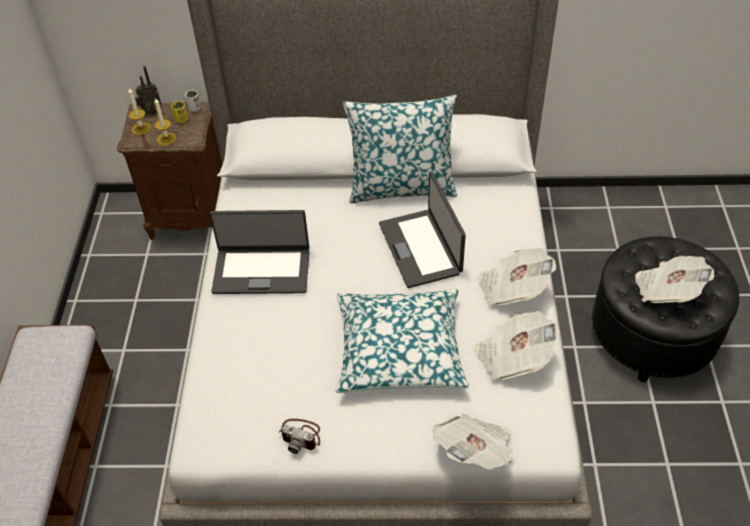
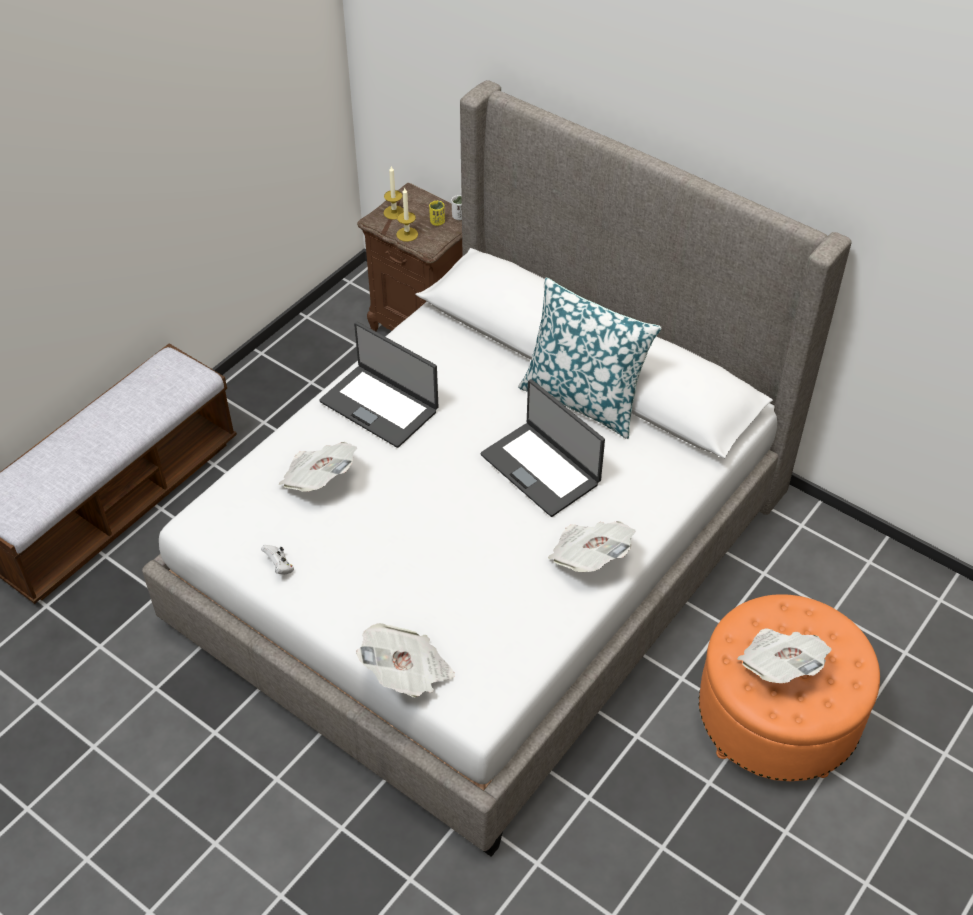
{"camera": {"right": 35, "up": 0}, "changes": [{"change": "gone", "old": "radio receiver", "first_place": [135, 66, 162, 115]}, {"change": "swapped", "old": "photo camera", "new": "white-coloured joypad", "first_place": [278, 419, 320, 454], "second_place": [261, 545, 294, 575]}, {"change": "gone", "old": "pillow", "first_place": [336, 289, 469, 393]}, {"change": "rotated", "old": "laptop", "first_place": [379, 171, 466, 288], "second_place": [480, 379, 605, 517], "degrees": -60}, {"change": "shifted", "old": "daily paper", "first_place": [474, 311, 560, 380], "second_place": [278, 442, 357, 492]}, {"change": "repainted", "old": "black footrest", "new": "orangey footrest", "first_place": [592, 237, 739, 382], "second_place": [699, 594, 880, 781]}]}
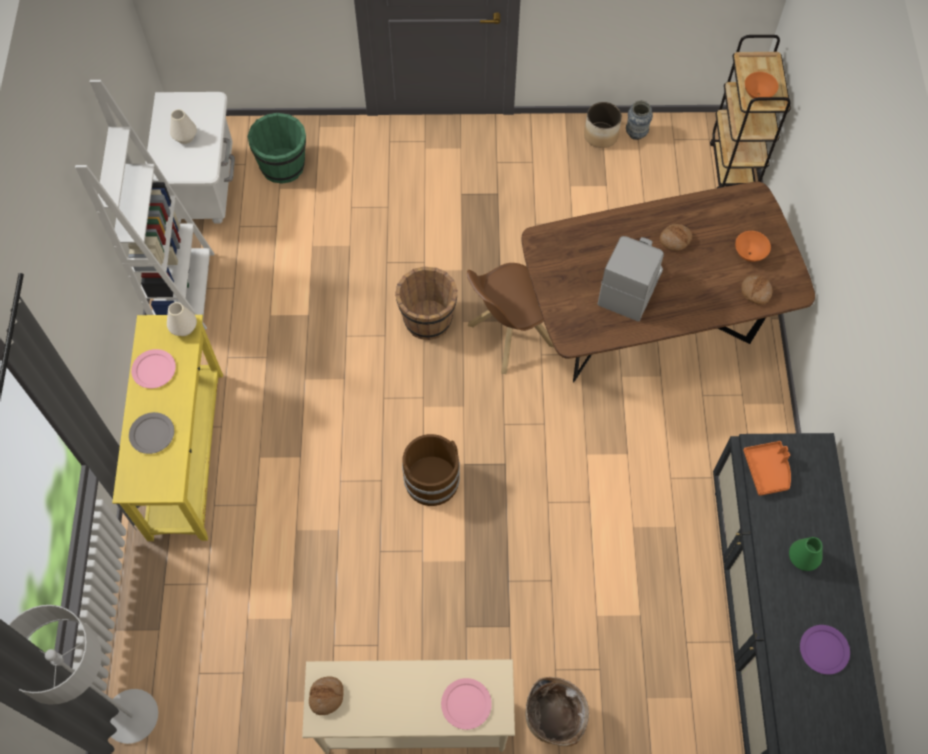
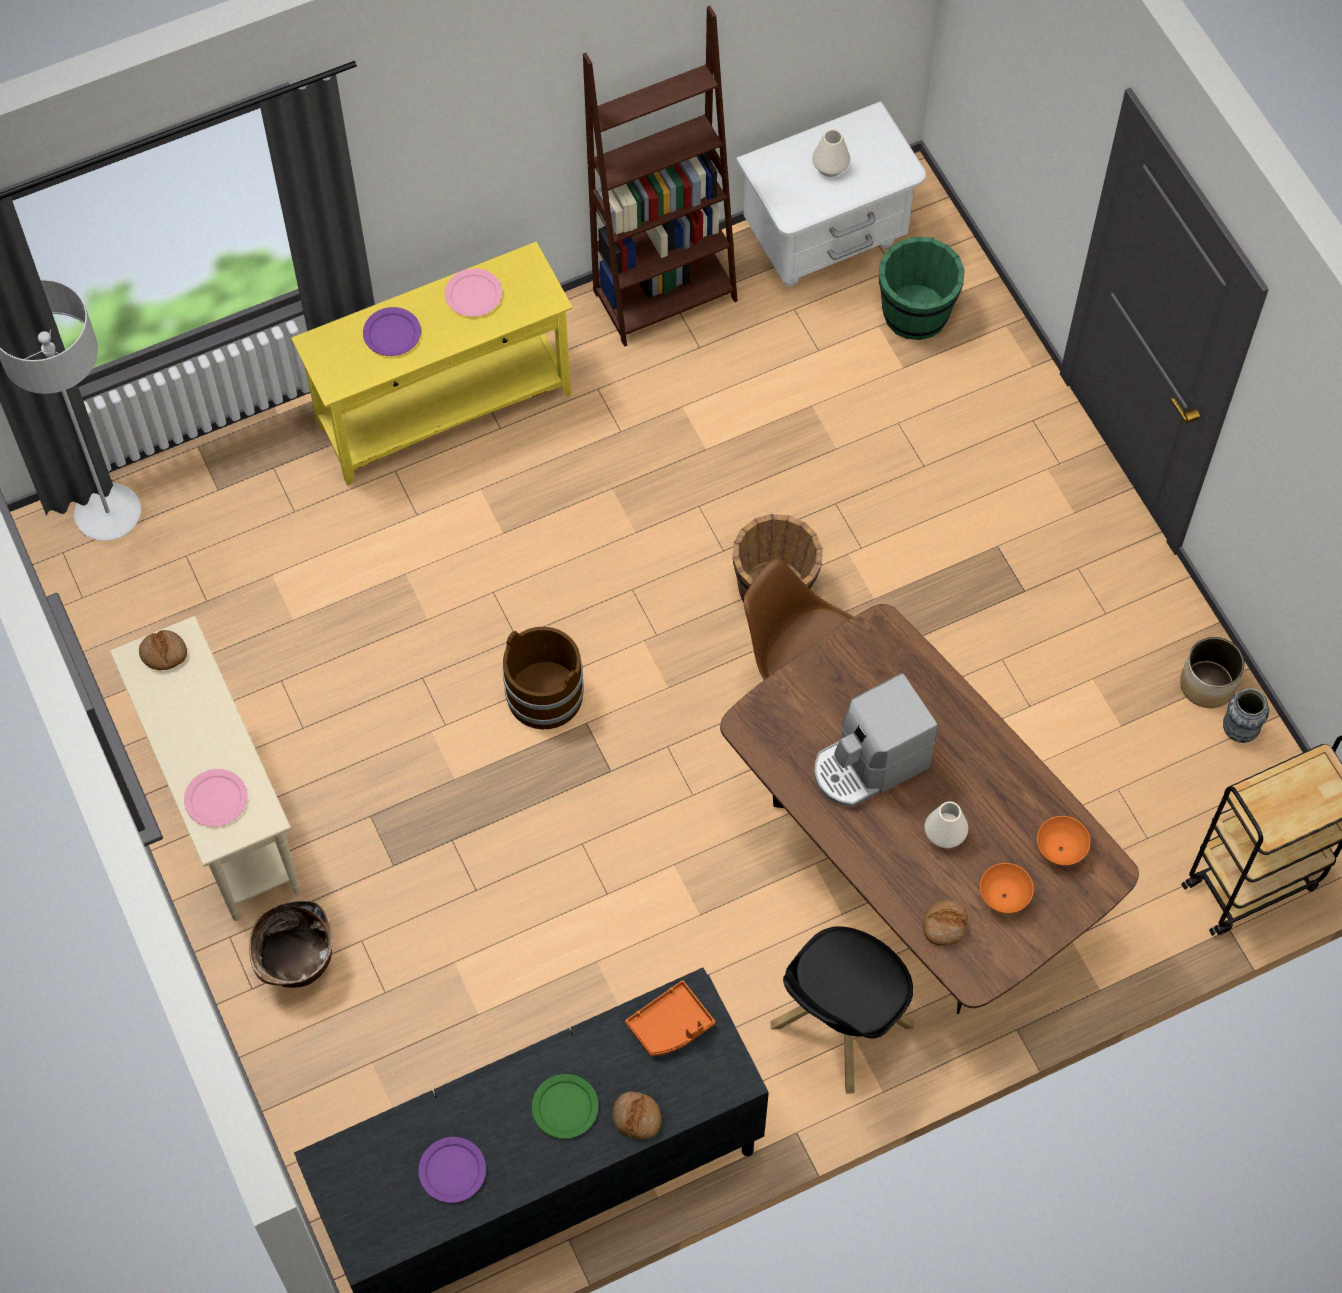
{"camera": {"right": 65, "up": 0}, "changes": [{"change": "repainted", "old": "white-coloured shelving unit", "new": "brownish shelving unit", "first_place": [75, 80, 214, 329], "second_place": [583, 6, 737, 347]}, {"change": "repainted", "old": "grey dinner plate", "new": "purple-coloured dinner plate", "first_place": [129, 412, 174, 454], "second_place": [363, 307, 421, 356]}, {"change": "shifted", "old": "white-coloured decorative vase", "first_place": [167, 302, 197, 336], "second_place": [925, 801, 968, 848]}, {"change": "rotated", "old": "coffee brewer", "first_place": [598, 236, 664, 321], "second_place": [814, 673, 938, 807], "degrees": 150}, {"change": "shifted", "old": "bread", "first_place": [660, 224, 692, 251], "second_place": [613, 1091, 661, 1140]}, {"change": "shifted", "old": "orangey bowl", "first_place": [745, 72, 779, 101], "second_place": [1037, 816, 1090, 866]}, {"change": "swapped", "old": "green decorative vase", "new": "green dinner plate", "first_place": [789, 537, 823, 571], "second_place": [532, 1074, 599, 1139]}, {"change": "new", "new": "black chair", "second_place": [771, 926, 914, 1094]}]}
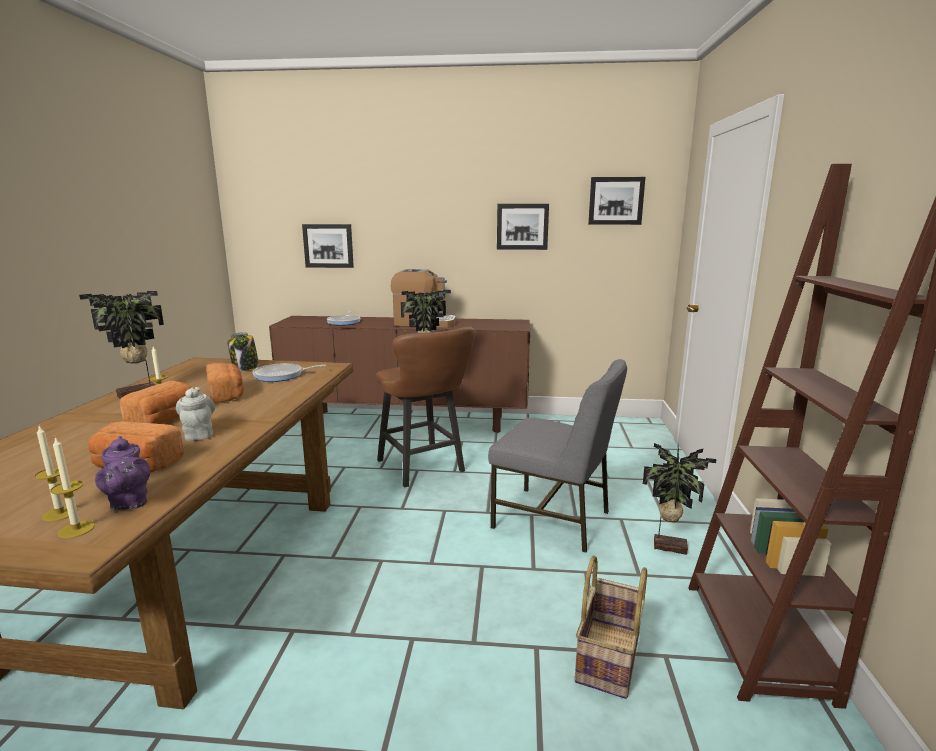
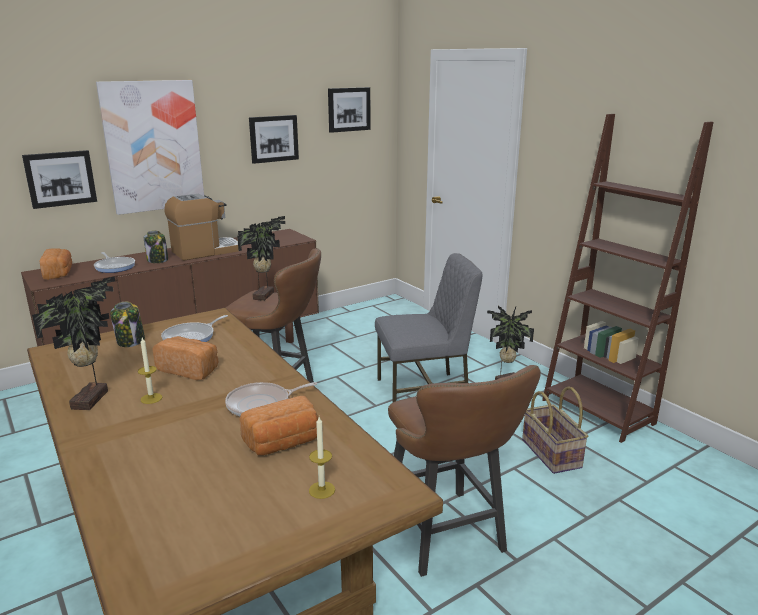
{"camera": {"right": -40, "up": 5}, "changes": [{"change": "gone", "old": "candle", "first_place": [51, 437, 95, 539]}, {"change": "gone", "old": "purple-coloured teapot", "first_place": [95, 436, 150, 510]}, {"change": "shifted", "old": "bread", "first_place": [120, 381, 192, 424], "second_place": [40, 248, 72, 280]}, {"change": "swapped", "old": "grey teapot", "new": "skillet", "first_place": [176, 387, 215, 441], "second_place": [225, 382, 317, 416]}, {"change": "new", "new": "picture", "second_place": [96, 80, 204, 215]}, {"change": "new", "new": "storage jar", "second_place": [144, 230, 168, 263]}, {"change": "new", "new": "brownish stool seat", "second_place": [388, 365, 541, 577]}]}
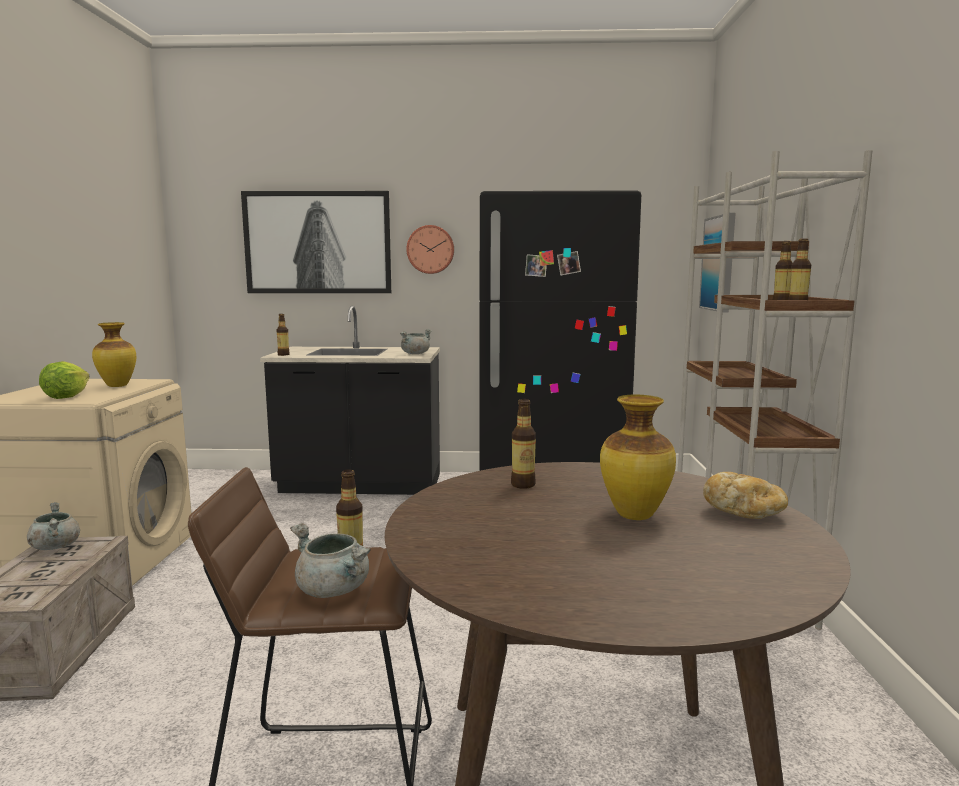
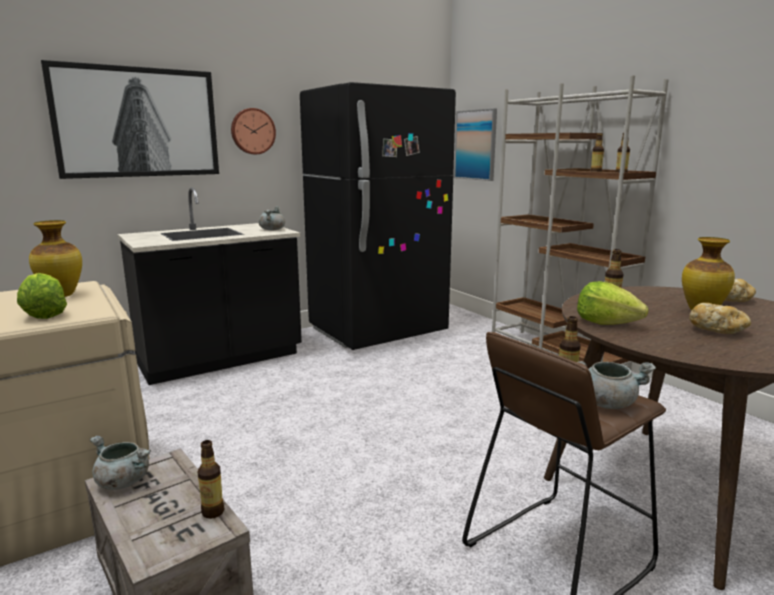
{"camera": {"right": -35, "up": 5}, "changes": [{"change": "shifted", "old": "bottle", "first_place": [277, 314, 290, 356], "second_place": [197, 440, 224, 519]}, {"change": "new", "new": "head of lettuce", "second_place": [577, 281, 648, 325]}, {"change": "new", "new": "bread", "second_place": [689, 303, 751, 334]}]}
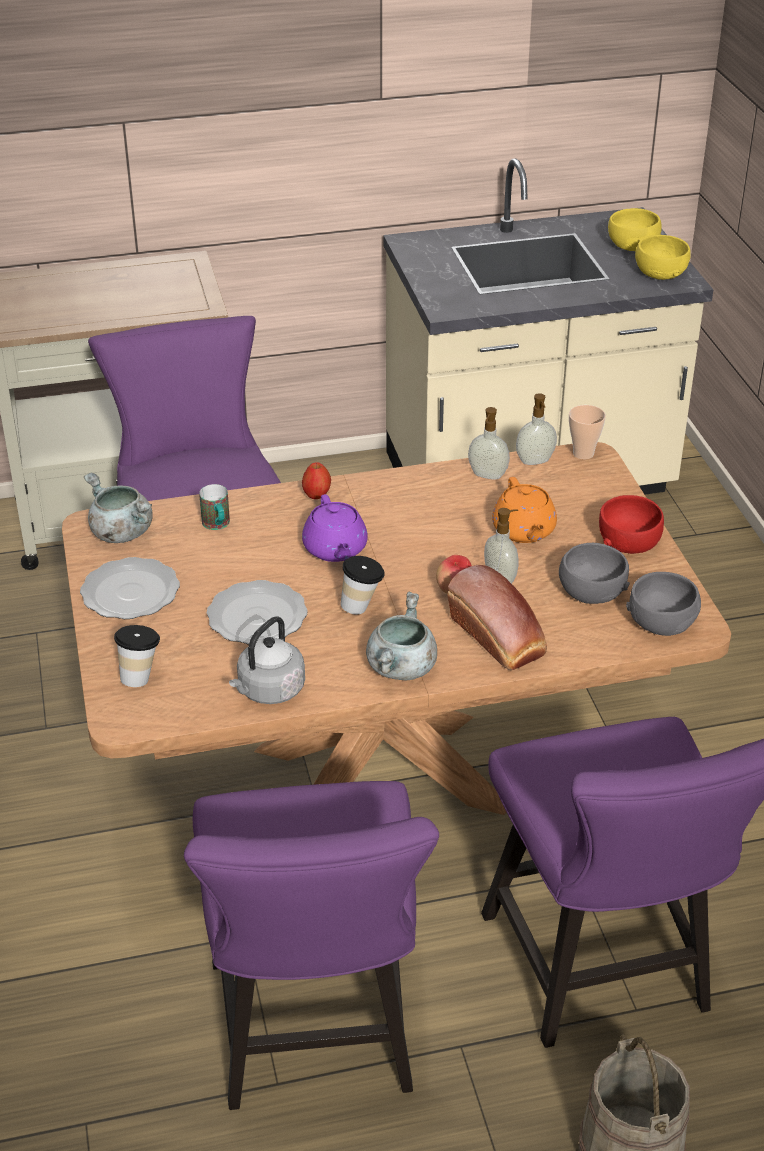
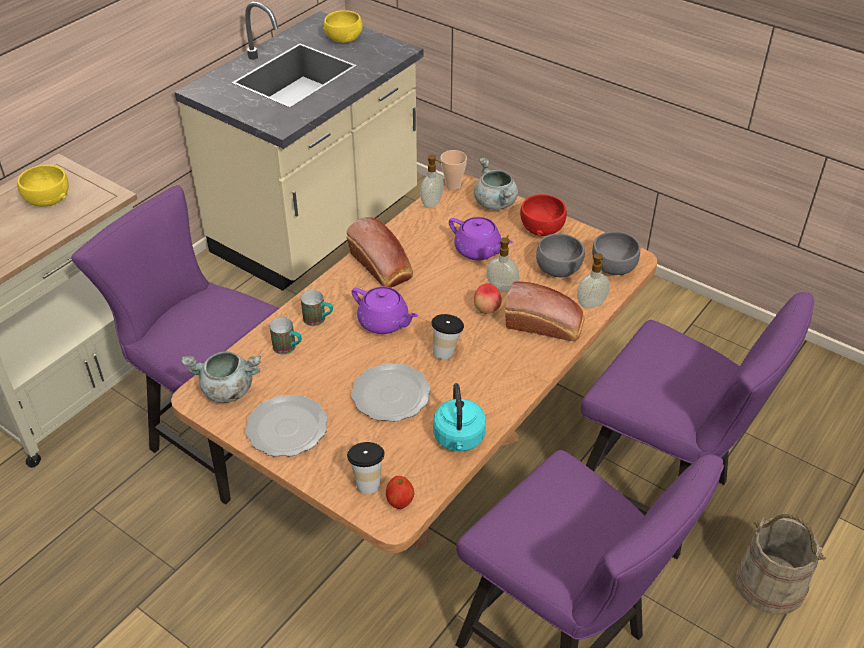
{"camera": {"right": -40, "up": 5}, "changes": [{"change": "repainted", "old": "grey kettle", "new": "turquoise kettle", "first_place": [229, 616, 305, 704], "second_place": [433, 383, 486, 452]}, {"change": "shifted", "old": "apple", "first_place": [302, 462, 331, 499], "second_place": [386, 476, 415, 509]}, {"change": "shifted", "old": "grey cooking pot", "first_place": [366, 591, 437, 680], "second_place": [474, 158, 518, 210]}, {"change": "shifted", "old": "soap dispenser", "first_place": [468, 407, 510, 480], "second_place": [577, 253, 610, 308]}, {"change": "repainted", "old": "orangey teapot", "new": "purple-coloured teapot", "first_place": [492, 477, 557, 543], "second_place": [449, 217, 513, 260]}, {"change": "shifted", "old": "yellow bowl", "first_place": [635, 235, 691, 280], "second_place": [17, 165, 69, 207]}, {"change": "new", "new": "tea mug", "second_place": [301, 290, 333, 326]}, {"change": "new", "new": "bread", "second_place": [347, 217, 413, 288]}]}
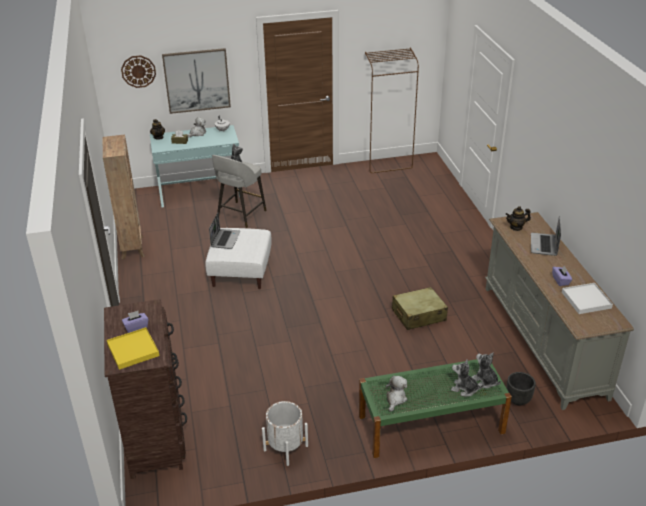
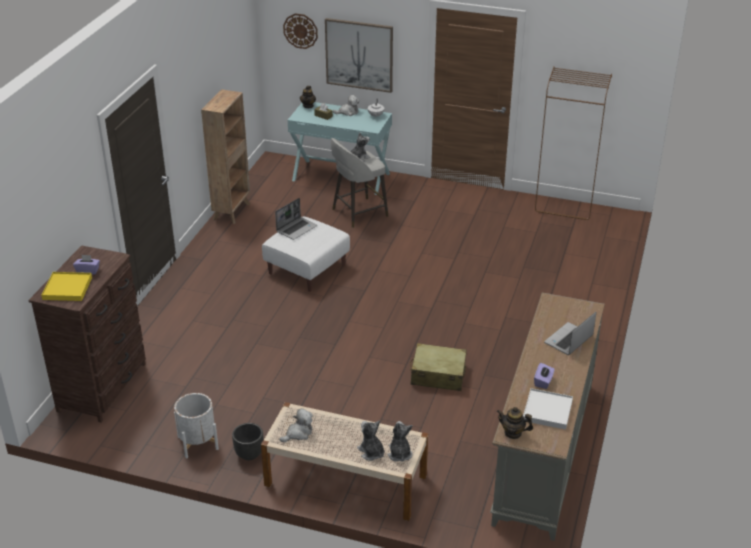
{"camera": {"right": 30, "up": 0}, "changes": [{"change": "repainted", "old": "green bench", "new": "sand-coloured bench", "first_place": [359, 359, 512, 458], "second_place": [261, 402, 428, 521]}, {"change": "shifted", "old": "teapot", "first_place": [506, 206, 531, 231], "second_place": [497, 407, 533, 439]}, {"change": "shifted", "old": "black plant pot", "first_place": [507, 372, 536, 406], "second_place": [232, 423, 263, 460]}]}
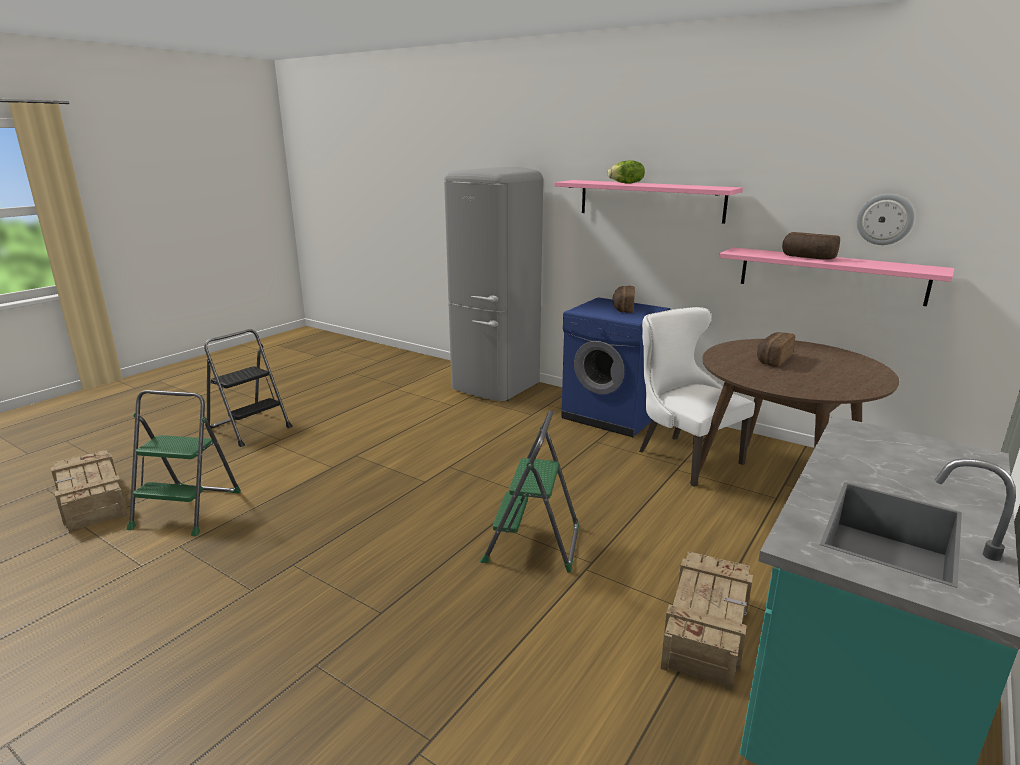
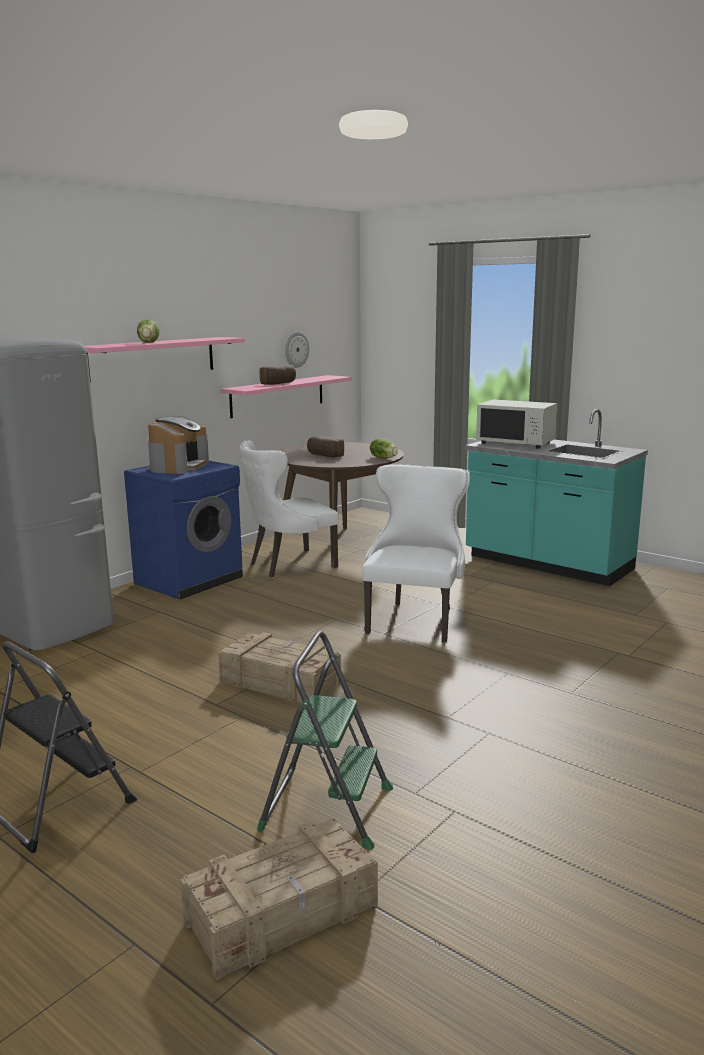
{"camera": {"right": -85, "up": -5}, "changes": [{"change": "swapped", "old": "green step ladder", "new": "white-coloured chair", "first_place": [480, 410, 579, 573], "second_place": [362, 464, 470, 642]}, {"change": "swapped", "old": "bread", "new": "coffee brewer", "first_place": [612, 286, 635, 313], "second_place": [148, 416, 209, 474]}, {"change": "shifted", "old": "crate", "first_place": [661, 551, 753, 691], "second_place": [218, 632, 341, 703]}, {"change": "new", "new": "head of lettuce", "second_place": [370, 438, 398, 459]}, {"change": "new", "new": "white-coloured microwave", "second_place": [476, 399, 557, 449]}]}
